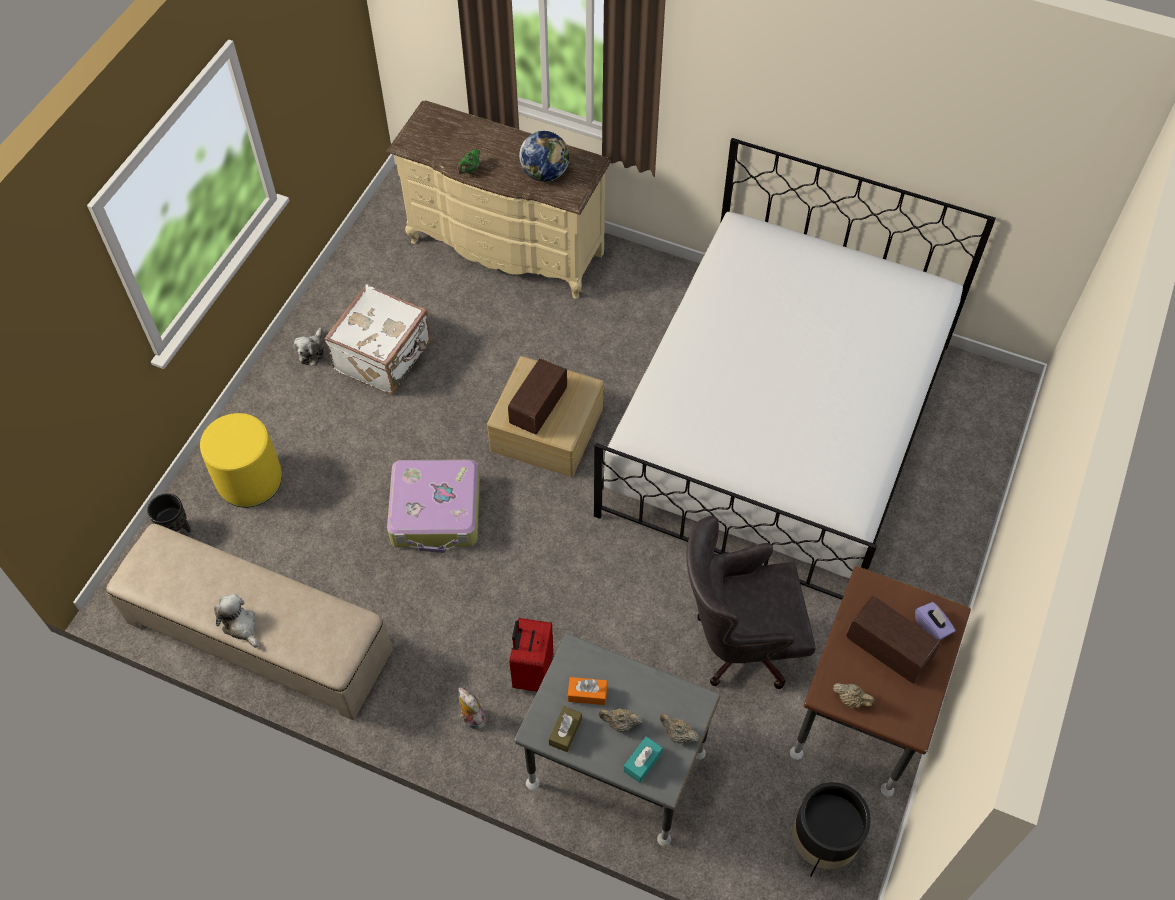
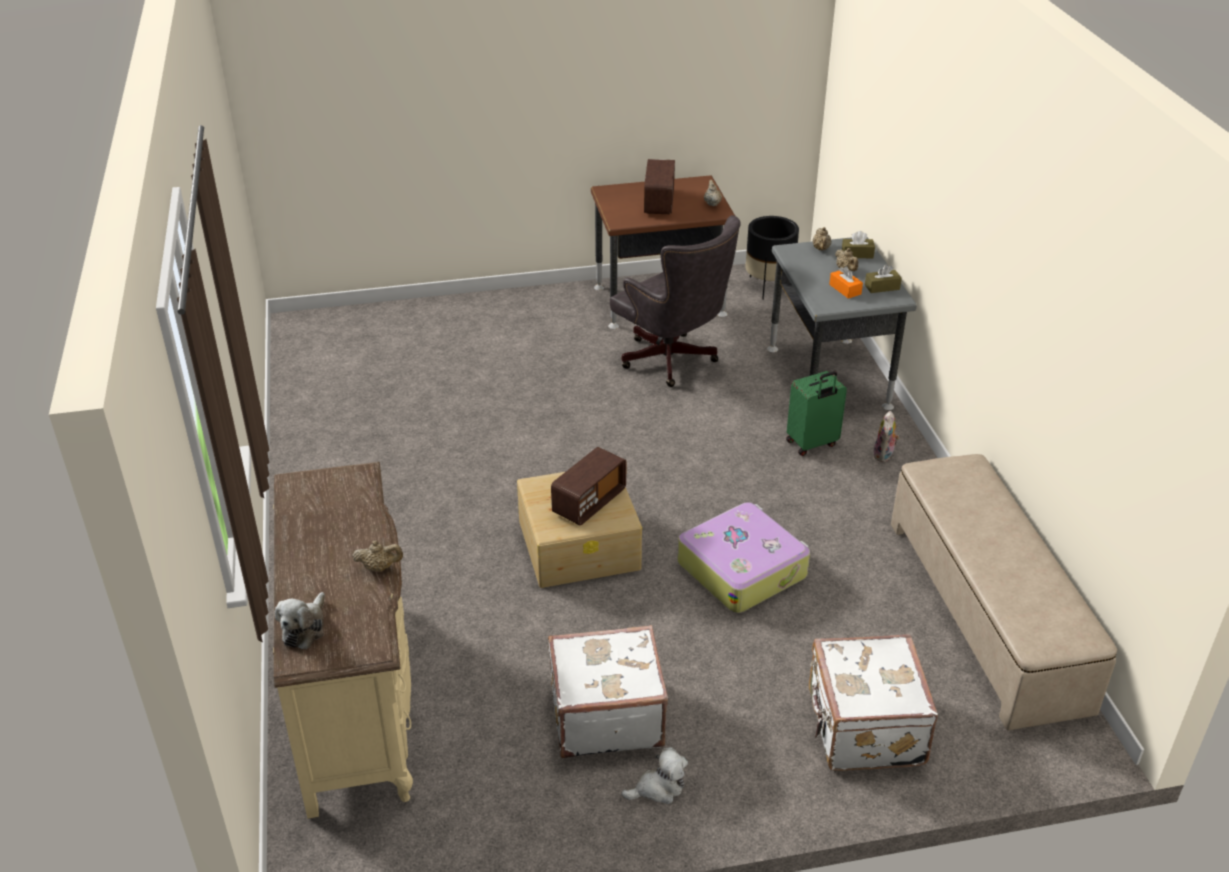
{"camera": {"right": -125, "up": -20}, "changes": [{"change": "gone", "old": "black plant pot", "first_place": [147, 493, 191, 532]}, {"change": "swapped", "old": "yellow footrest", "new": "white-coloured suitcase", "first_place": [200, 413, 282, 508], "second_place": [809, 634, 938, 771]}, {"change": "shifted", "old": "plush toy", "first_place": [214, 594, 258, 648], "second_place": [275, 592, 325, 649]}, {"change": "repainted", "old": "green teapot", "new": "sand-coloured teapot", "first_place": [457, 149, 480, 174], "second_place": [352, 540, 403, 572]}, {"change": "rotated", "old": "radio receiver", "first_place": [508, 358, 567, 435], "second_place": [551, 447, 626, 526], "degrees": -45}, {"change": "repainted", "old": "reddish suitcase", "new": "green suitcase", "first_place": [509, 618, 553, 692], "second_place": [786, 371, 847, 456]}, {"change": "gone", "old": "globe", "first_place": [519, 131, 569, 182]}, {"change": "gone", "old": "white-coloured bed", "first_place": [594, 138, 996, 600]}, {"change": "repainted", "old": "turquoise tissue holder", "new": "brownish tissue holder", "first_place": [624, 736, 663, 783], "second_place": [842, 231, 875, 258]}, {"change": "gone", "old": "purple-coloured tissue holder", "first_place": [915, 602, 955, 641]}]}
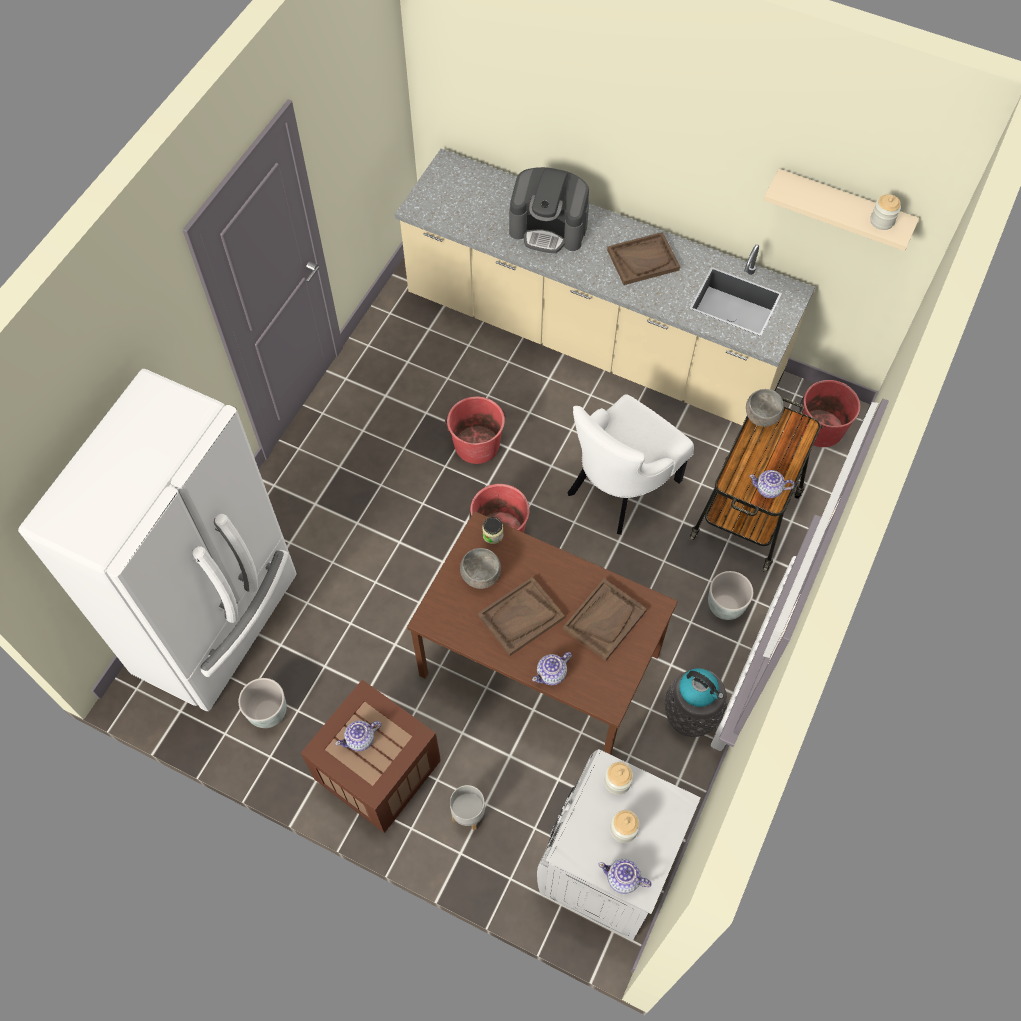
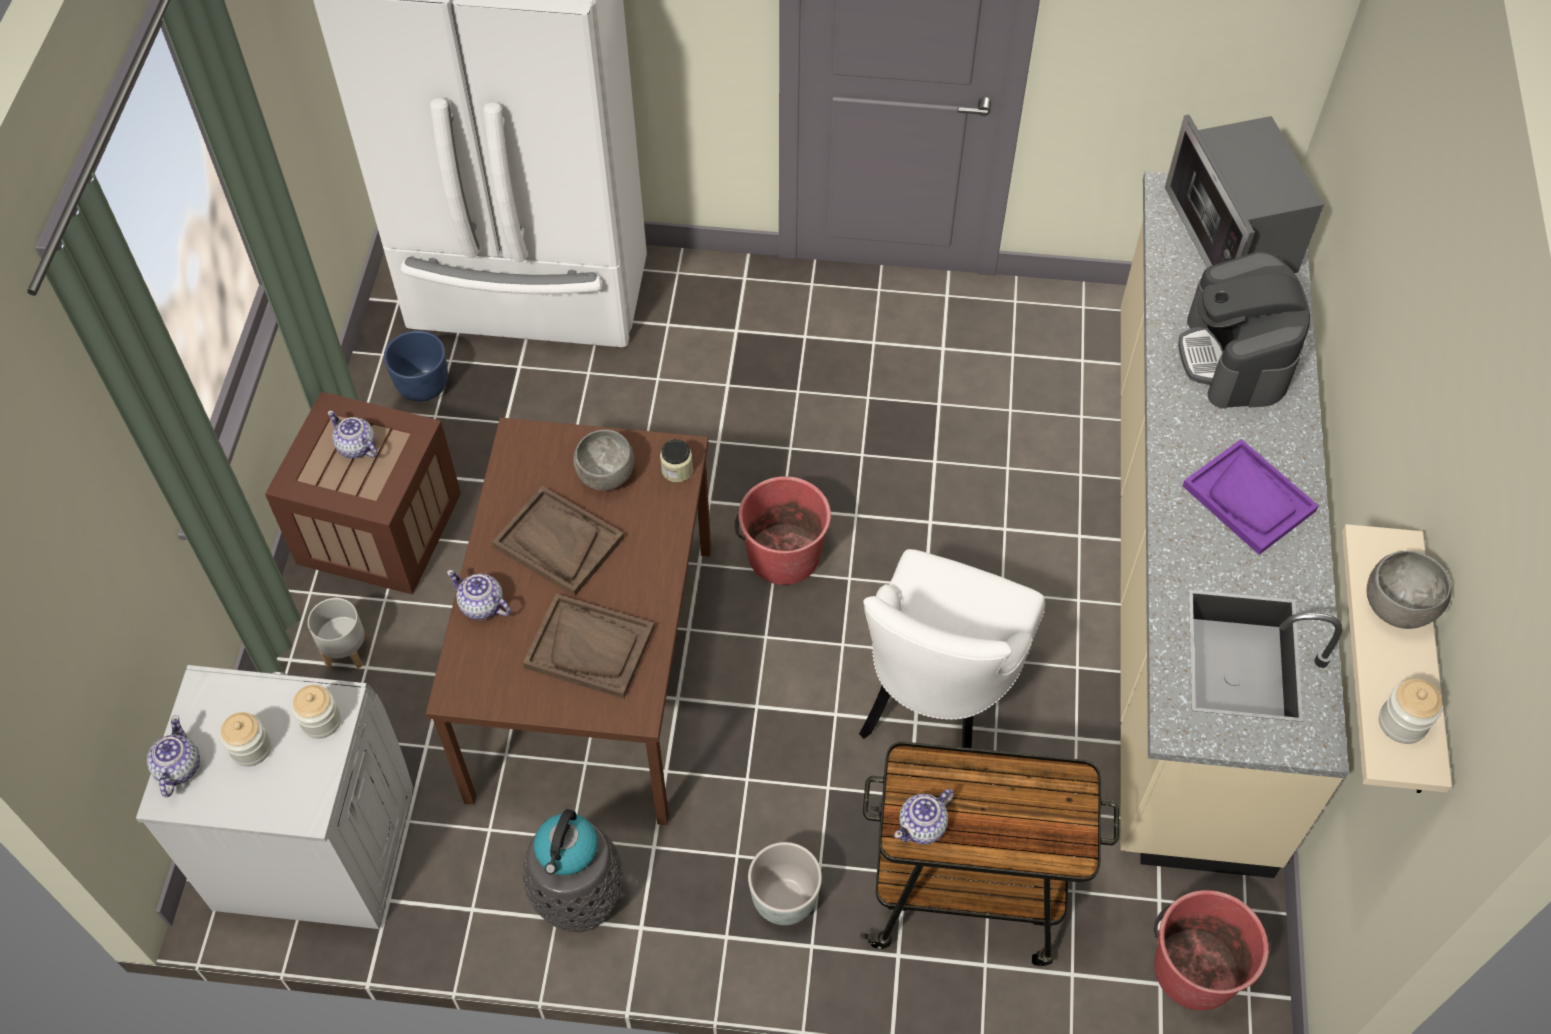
{"camera": {"right": 70, "up": -5}, "changes": [{"change": "repainted", "old": "grey plant pot", "new": "blue-coloured plant pot", "first_place": [239, 678, 287, 728], "second_place": [384, 331, 448, 402]}, {"change": "gone", "old": "reddish bucket", "first_place": [445, 397, 506, 464]}, {"change": "rotated", "old": "white-coloured chair", "first_place": [567, 394, 694, 535], "second_place": [859, 549, 1045, 770], "degrees": -90}, {"change": "repainted", "old": "brownish tray", "new": "purple-coloured tray", "first_place": [607, 232, 680, 285], "second_place": [1183, 439, 1318, 555]}, {"change": "shifted", "old": "grey bowl", "first_place": [746, 389, 784, 427], "second_place": [1367, 551, 1452, 629]}, {"change": "rotated", "old": "teapot", "first_place": [749, 470, 795, 498], "second_place": [894, 789, 954, 845], "degrees": -120}, {"change": "new", "new": "microwave", "second_place": [1165, 115, 1324, 273]}]}
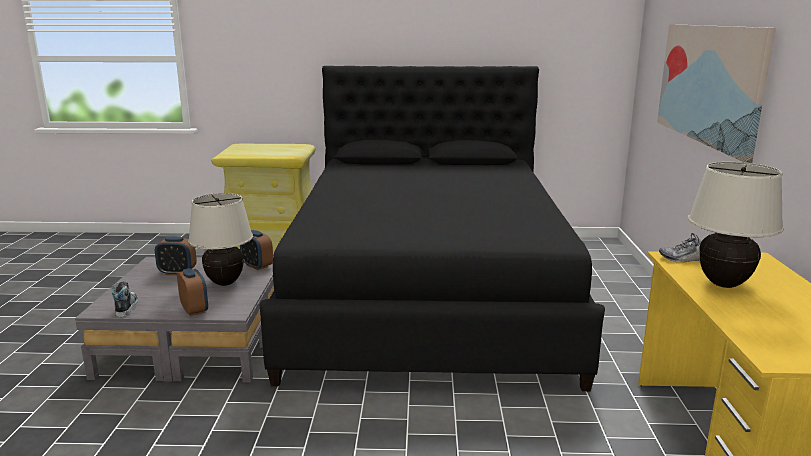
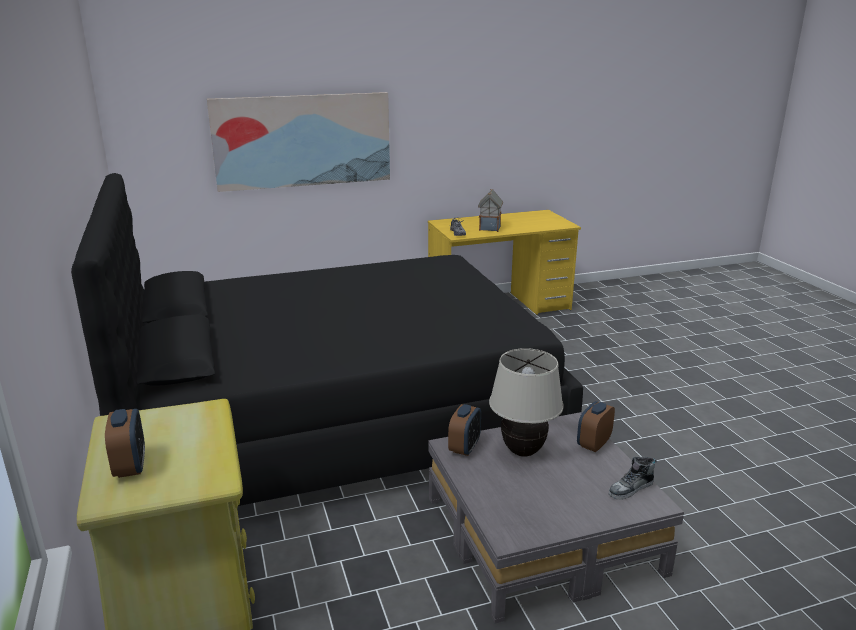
{"camera": {"right": -110, "up": 5}, "changes": [{"change": "shifted", "old": "alarm clock", "first_place": [155, 237, 197, 275], "second_place": [105, 409, 145, 478]}, {"change": "swapped", "old": "sand-coloured tabletop lamp", "new": "toy house", "first_place": [688, 162, 783, 288], "second_place": [478, 189, 503, 232]}]}
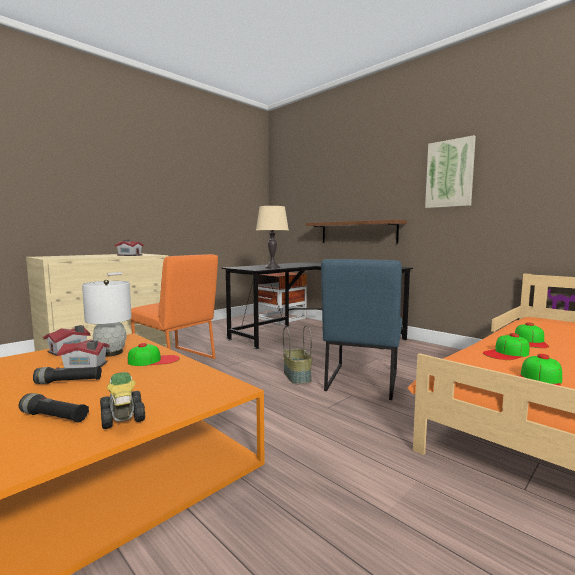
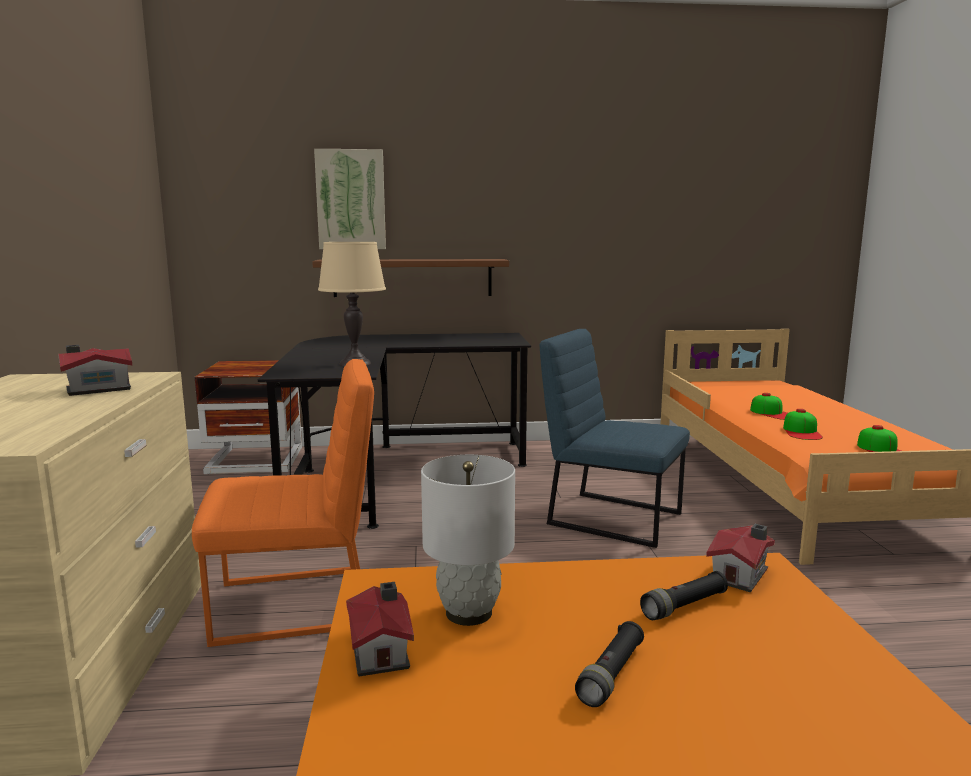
{"camera": {"right": -50, "up": 5}, "changes": [{"change": "shifted", "old": "black hand torch", "first_place": [19, 393, 89, 422], "second_place": [640, 571, 728, 620]}, {"change": "shifted", "old": "toy house", "first_place": [57, 340, 110, 368], "second_place": [706, 524, 775, 592]}, {"change": "gone", "old": "miniature car", "first_place": [100, 372, 145, 429]}, {"change": "gone", "old": "cap", "first_place": [128, 343, 180, 366]}, {"change": "gone", "old": "basket", "first_place": [283, 325, 312, 384]}, {"change": "rotated", "old": "blue-coloured chair", "first_place": [321, 259, 402, 400], "second_place": [540, 329, 690, 548], "degrees": 150}, {"change": "shifted", "old": "picture", "first_place": [425, 135, 476, 208], "second_place": [314, 149, 386, 249]}]}
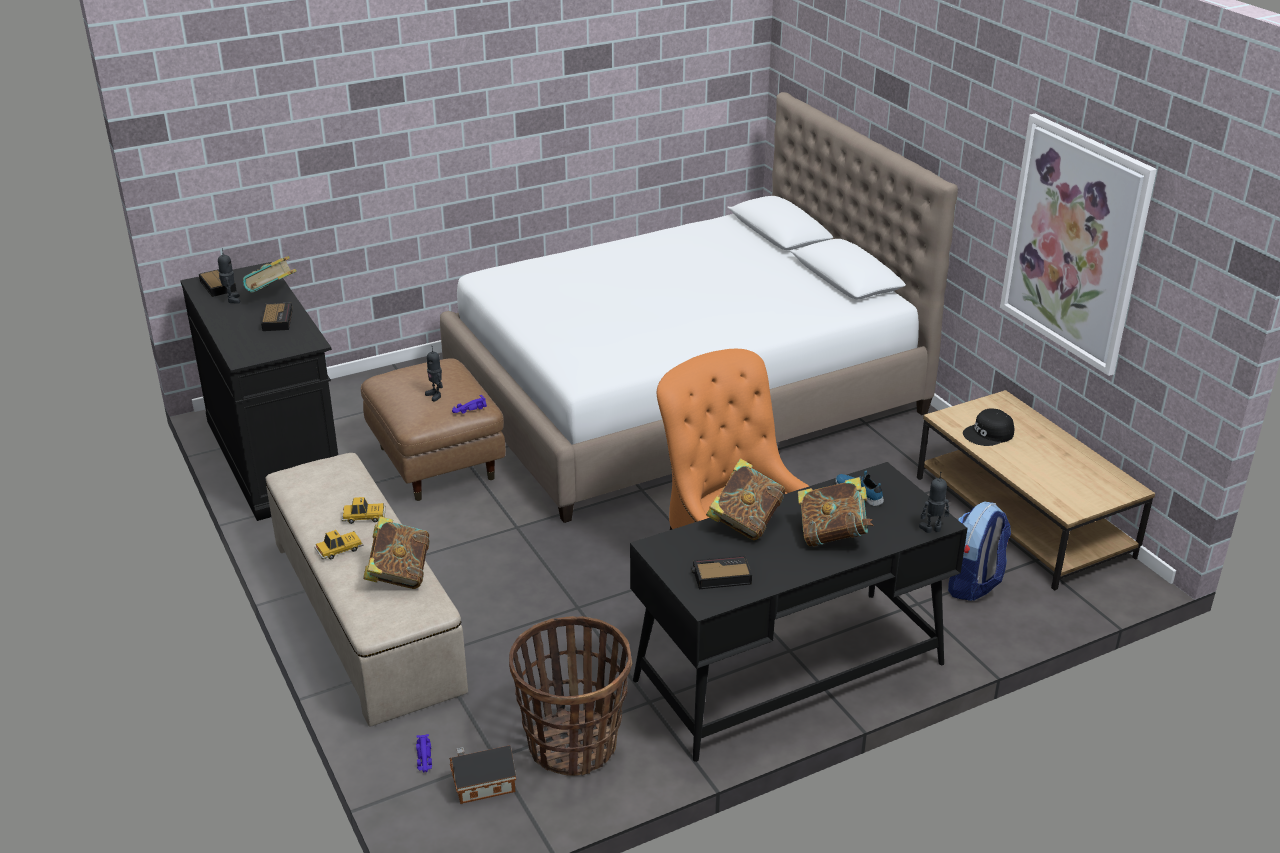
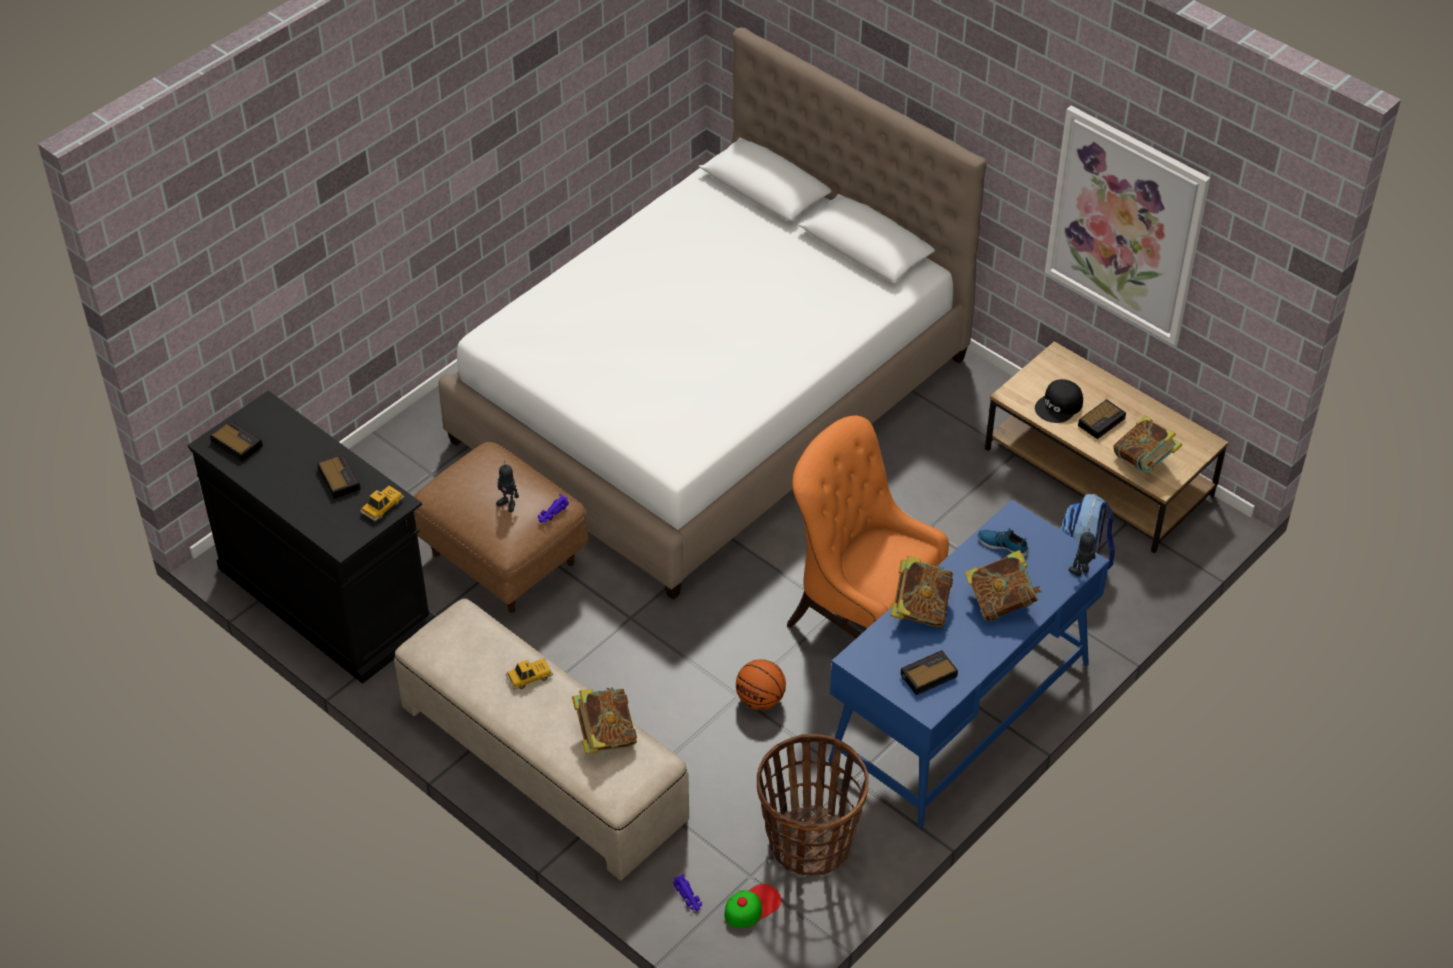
{"camera": {"right": -20, "up": 15}, "changes": [{"change": "gone", "old": "robot figure", "first_place": [218, 248, 240, 304]}, {"change": "shifted", "old": "bound book", "first_place": [243, 256, 297, 292], "second_place": [1113, 415, 1182, 473]}, {"change": "shifted", "old": "miniature car", "first_place": [314, 530, 363, 559], "second_place": [360, 486, 404, 521]}, {"change": "swapped", "old": "toy house", "new": "cap", "first_place": [449, 745, 516, 804], "second_place": [724, 884, 781, 928]}, {"change": "repainted", "old": "black desk unit", "new": "blue-coloured desk unit", "first_place": [630, 462, 968, 762], "second_place": [828, 500, 1109, 828]}, {"change": "new", "new": "basketball ball", "second_place": [736, 659, 786, 710]}, {"change": "new", "new": "alarm clock", "second_place": [1078, 399, 1126, 439]}]}
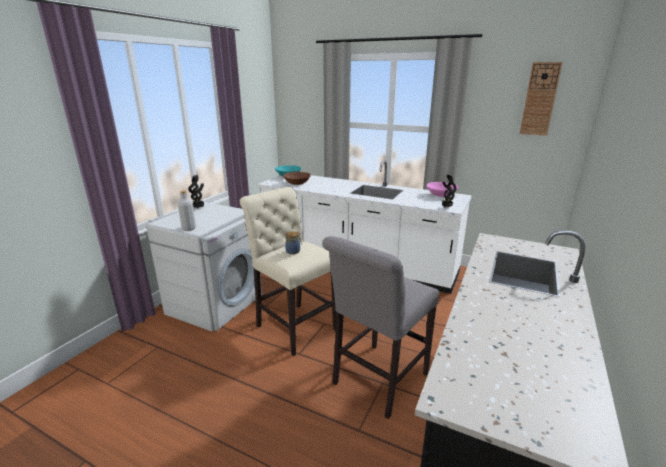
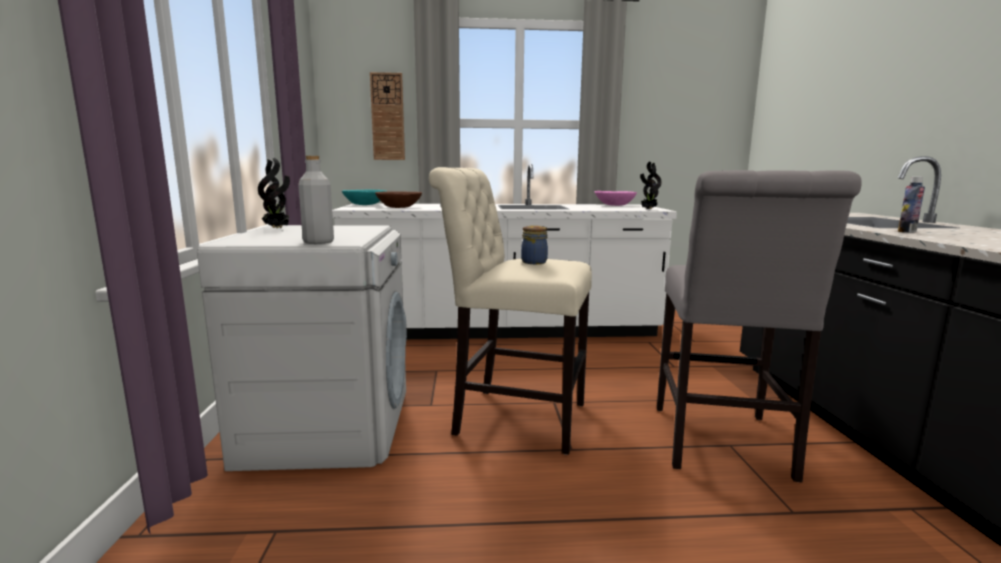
{"camera": {"right": -30, "up": -10}, "changes": [{"change": "shifted", "old": "wall clock", "first_place": [520, 62, 563, 136], "second_place": [370, 72, 405, 160]}, {"change": "new", "new": "bottle", "second_place": [898, 177, 925, 233]}]}
